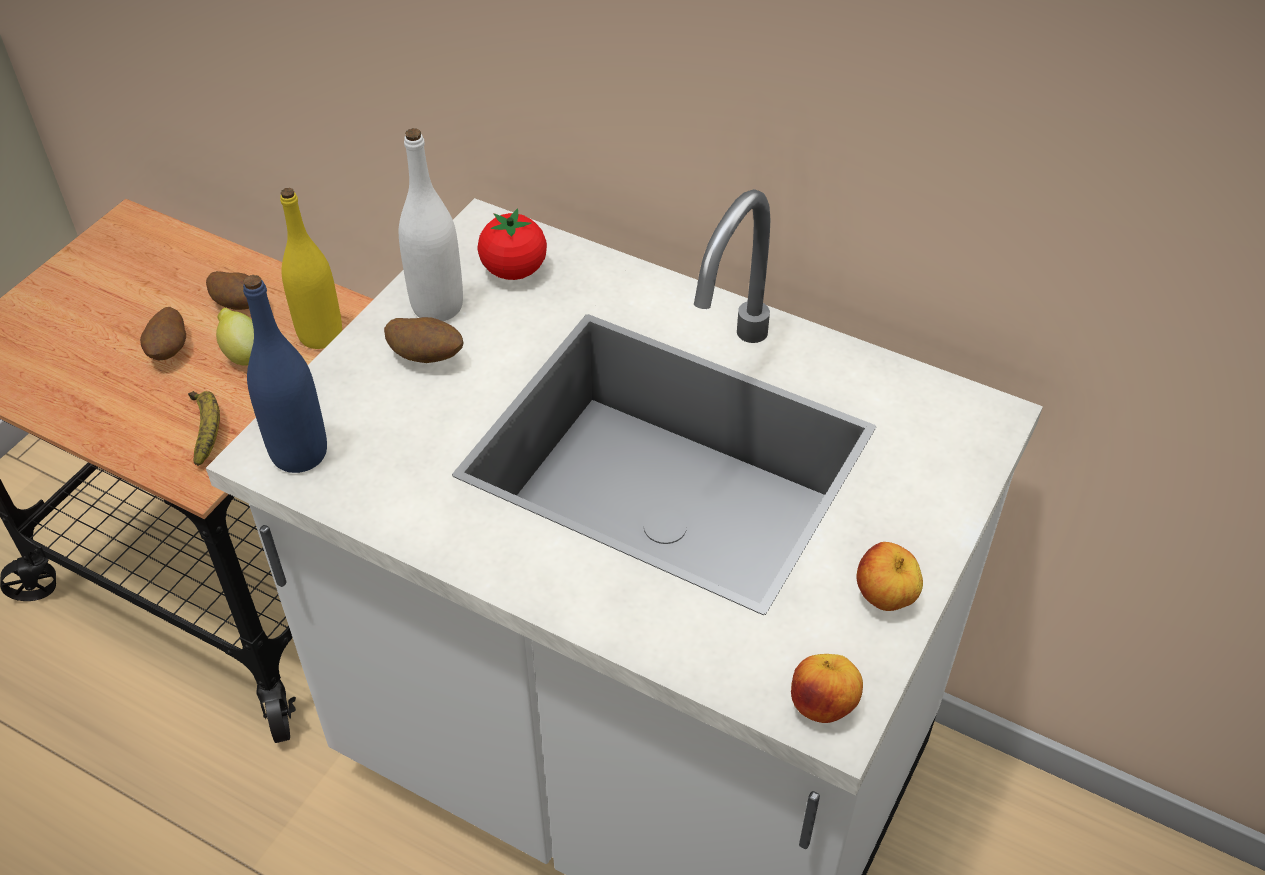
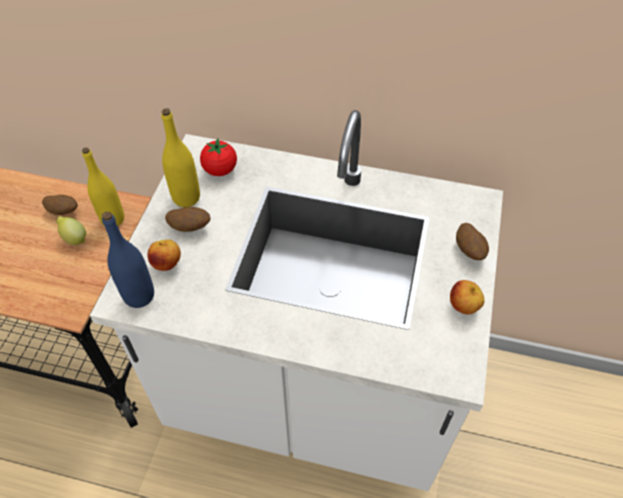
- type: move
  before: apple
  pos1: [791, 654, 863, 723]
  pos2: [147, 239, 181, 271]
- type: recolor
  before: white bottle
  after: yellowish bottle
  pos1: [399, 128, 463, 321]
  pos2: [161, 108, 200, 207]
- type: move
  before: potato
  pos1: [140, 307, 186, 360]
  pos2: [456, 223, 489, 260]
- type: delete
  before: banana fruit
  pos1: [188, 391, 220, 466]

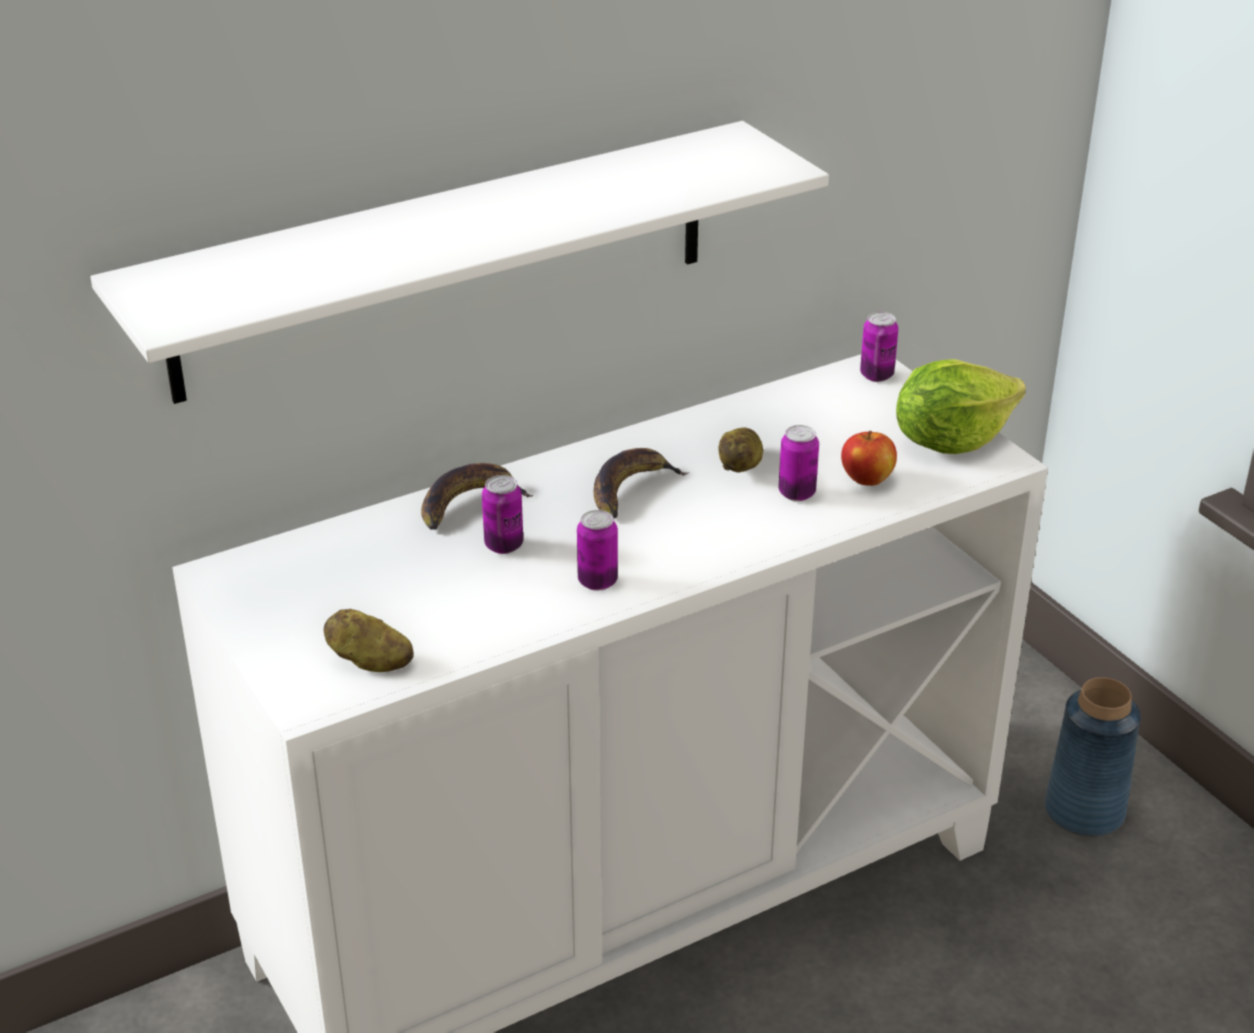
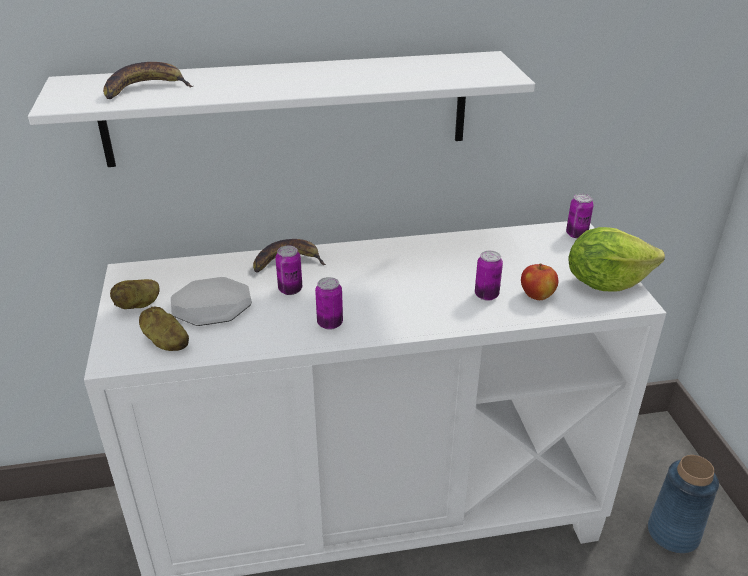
- type: move
  before: banana fruit
  pos1: [594, 448, 689, 518]
  pos2: [103, 62, 193, 99]
- type: move
  before: potato
  pos1: [718, 427, 763, 473]
  pos2: [110, 279, 160, 309]
- type: insert
  after: dinner plate
  pos2: [171, 277, 252, 326]

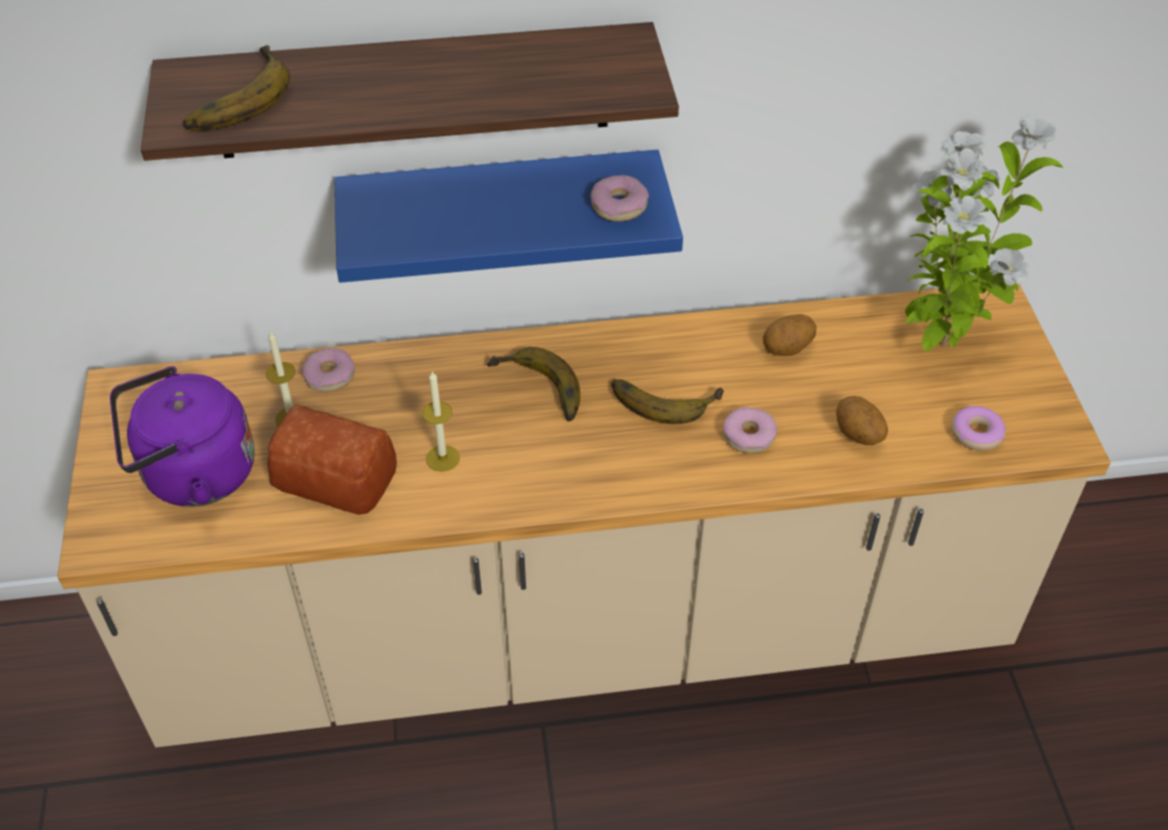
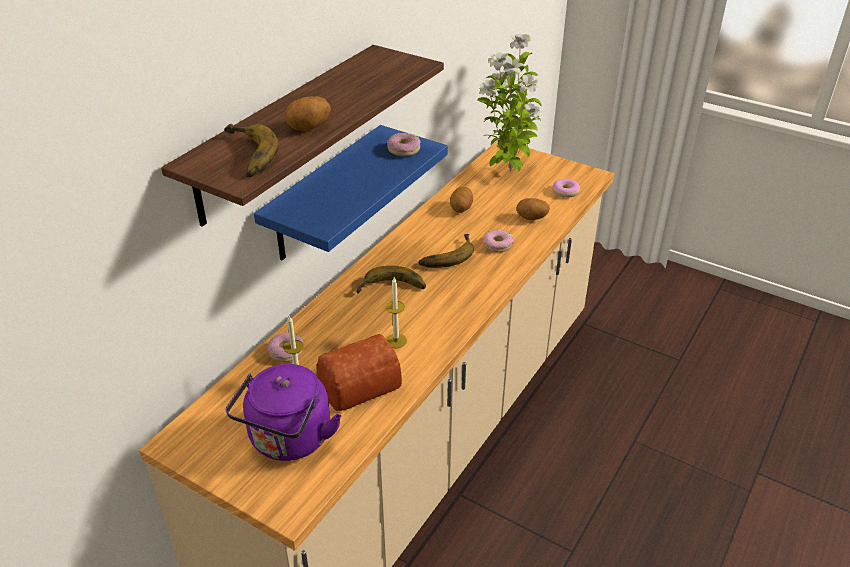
- type: insert
  after: potato
  pos2: [285, 97, 331, 131]

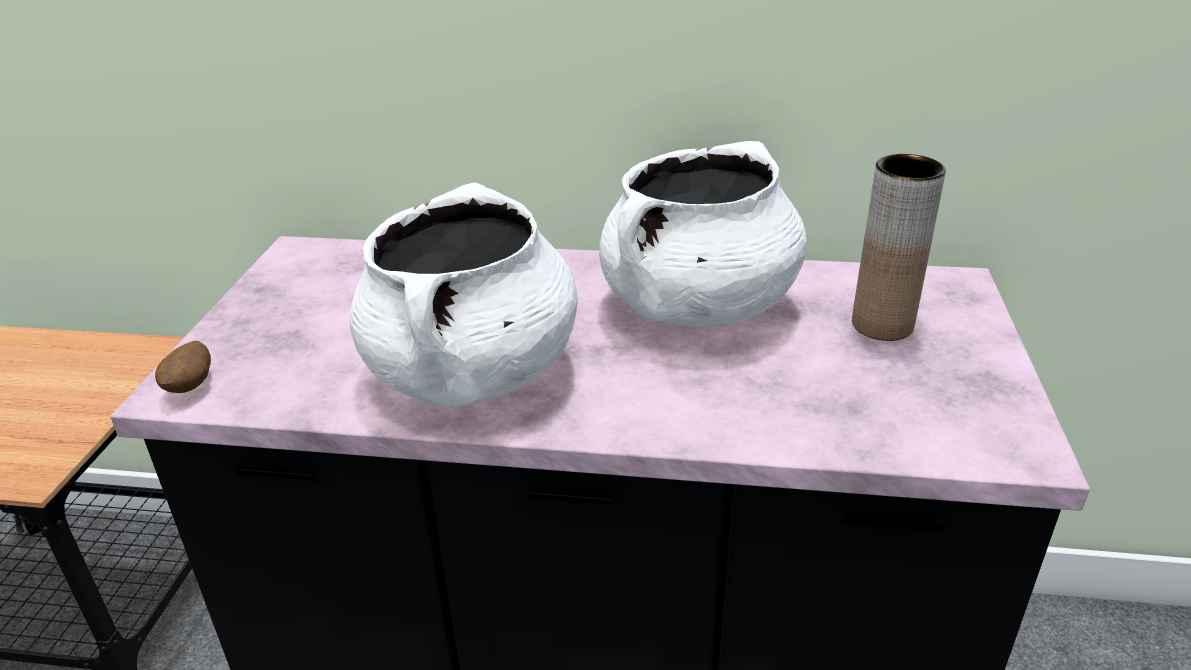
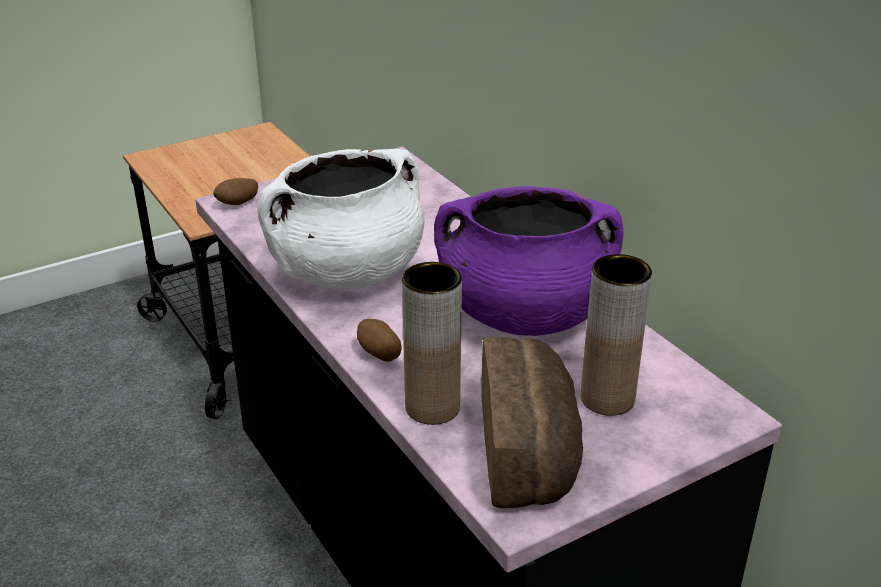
- type: insert
  after: potato
  pos2: [357, 319, 402, 362]
- type: insert
  after: brownish flower vase
  pos2: [402, 262, 462, 425]
- type: recolor
  before: white cooking pot
  after: purplish cooking pot
  pos1: [599, 141, 807, 327]
  pos2: [434, 186, 623, 336]
- type: insert
  after: bakery bread
  pos2: [481, 337, 583, 508]

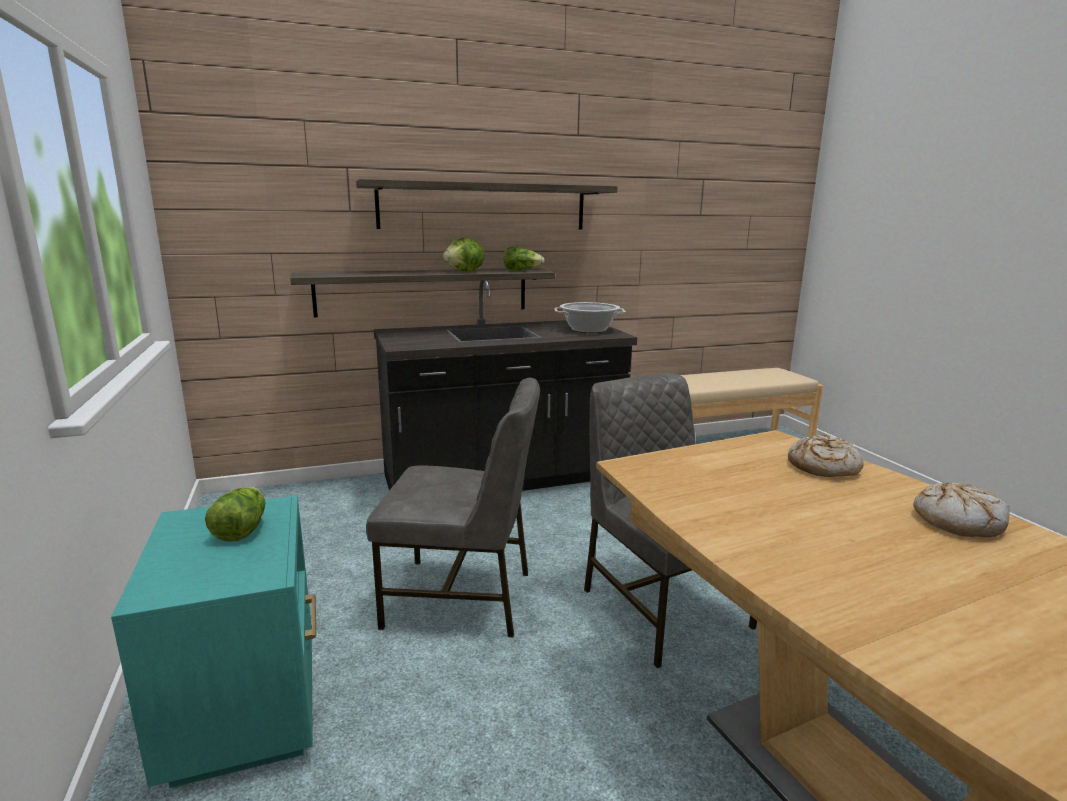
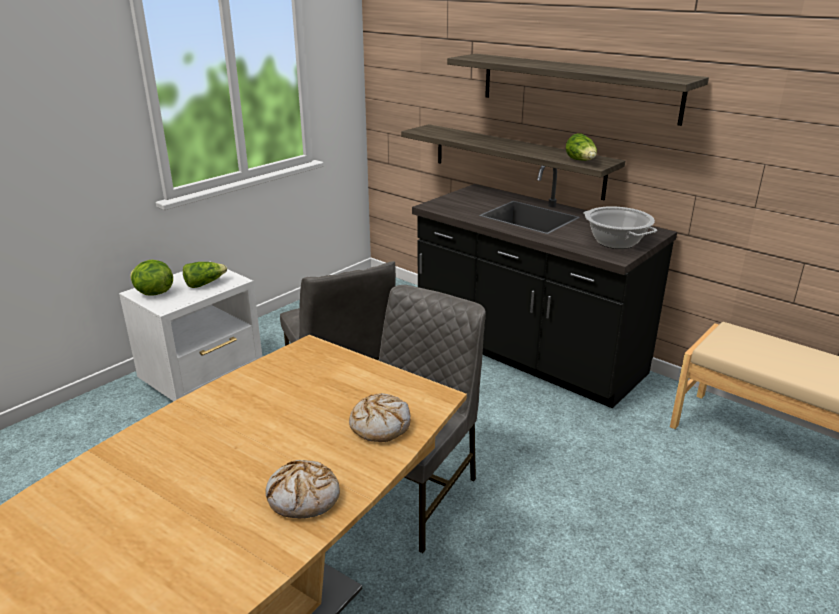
- type: recolor
  before: turquoise night table
  after: white night table
  pos1: [111, 496, 316, 788]
  pos2: [119, 269, 262, 402]
- type: move
  before: lettuce head
  pos1: [443, 238, 485, 272]
  pos2: [130, 260, 173, 295]

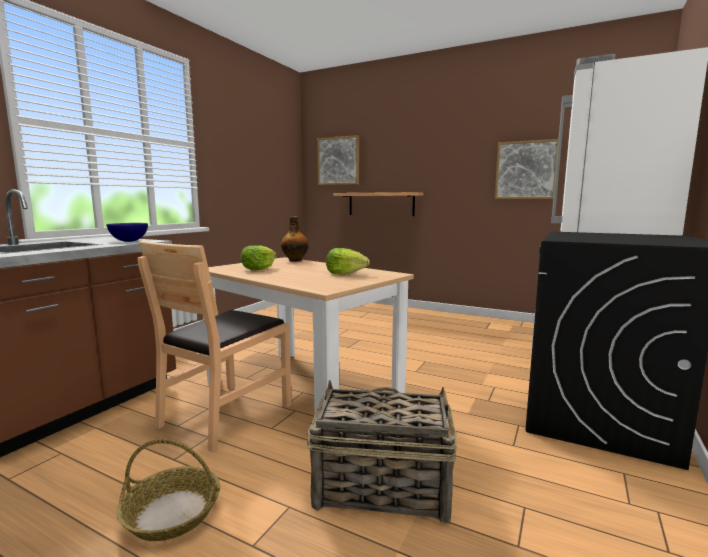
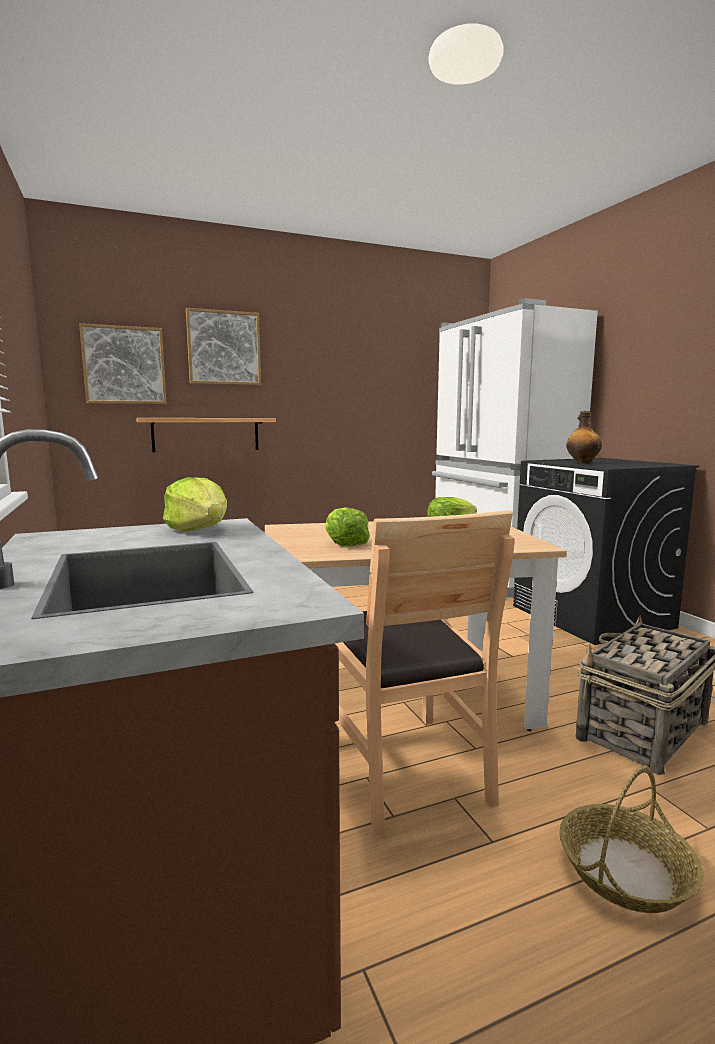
- type: replace
  before: blue serving bowl
  after: lettuce head
  pos1: [107, 223, 148, 242]
  pos2: [163, 477, 227, 532]
- type: move
  before: wall picture
  pos1: [495, 139, 558, 199]
  pos2: [186, 308, 261, 385]
- type: move
  before: bottle
  pos1: [281, 216, 309, 262]
  pos2: [567, 411, 602, 464]

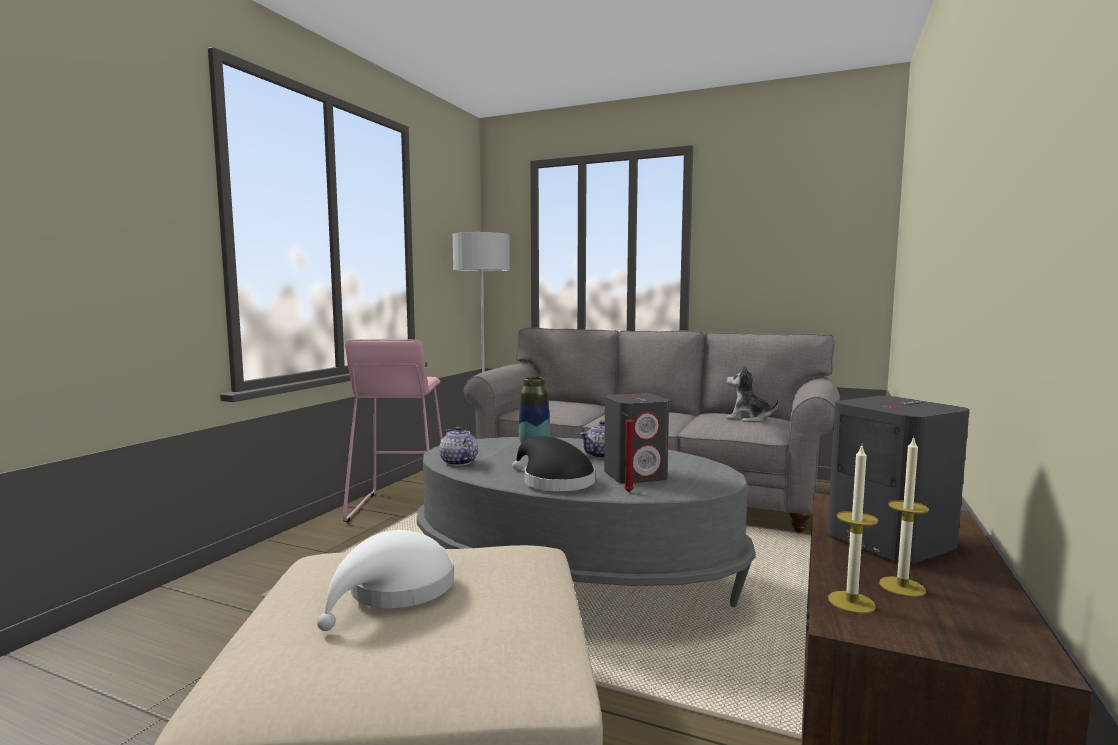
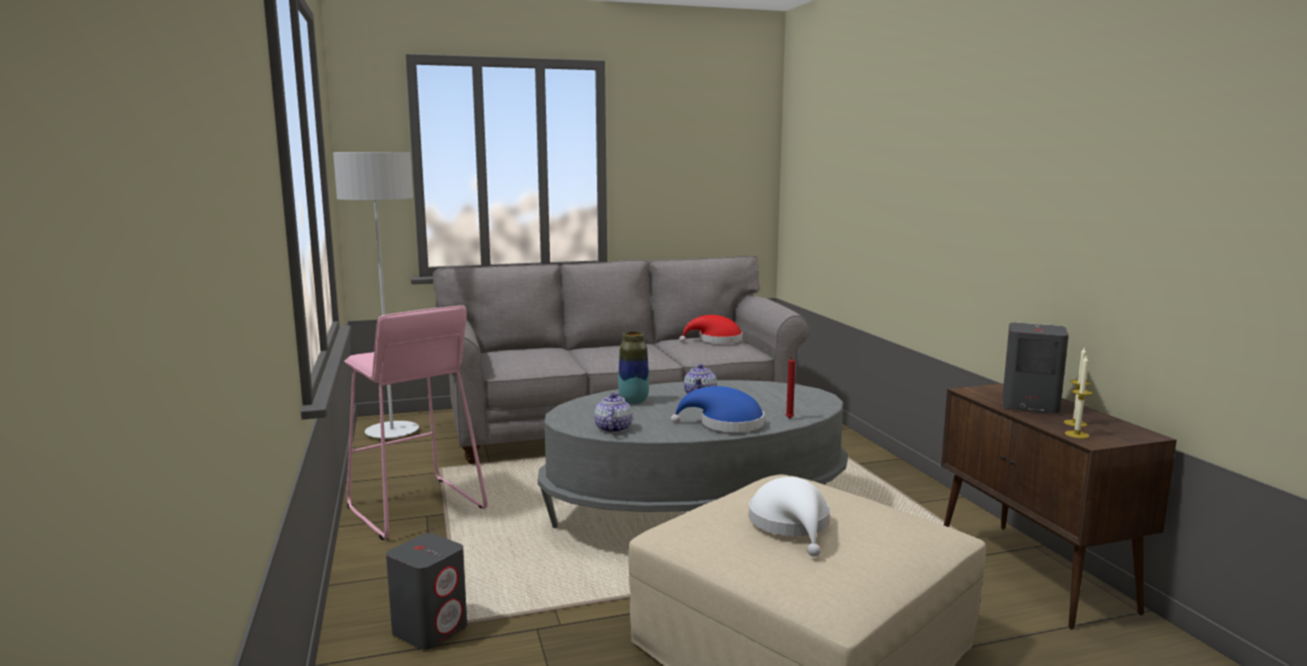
- type: move
  before: gray audio speaker
  pos1: [604, 393, 669, 484]
  pos2: [386, 533, 467, 650]
- type: rotate
  before: tea pot
  pos1: [439, 426, 478, 466]
  pos2: [594, 393, 632, 433]
  turn: 75
- type: recolor
  before: blackish hat
  after: blue hat
  pos1: [512, 436, 595, 491]
  pos2: [671, 386, 764, 432]
- type: replace
  before: soft toy
  after: reddish hat
  pos1: [726, 365, 779, 422]
  pos2: [679, 315, 742, 344]

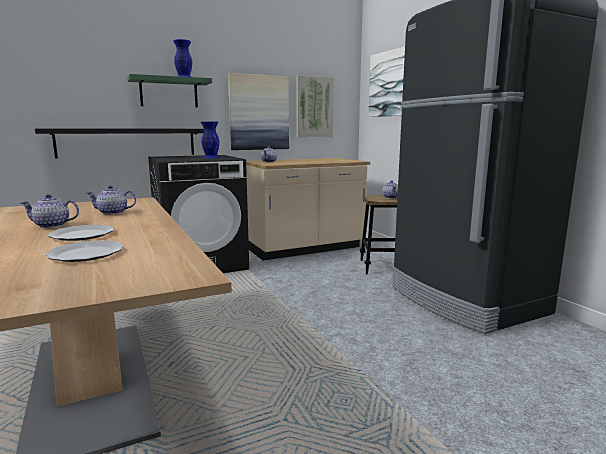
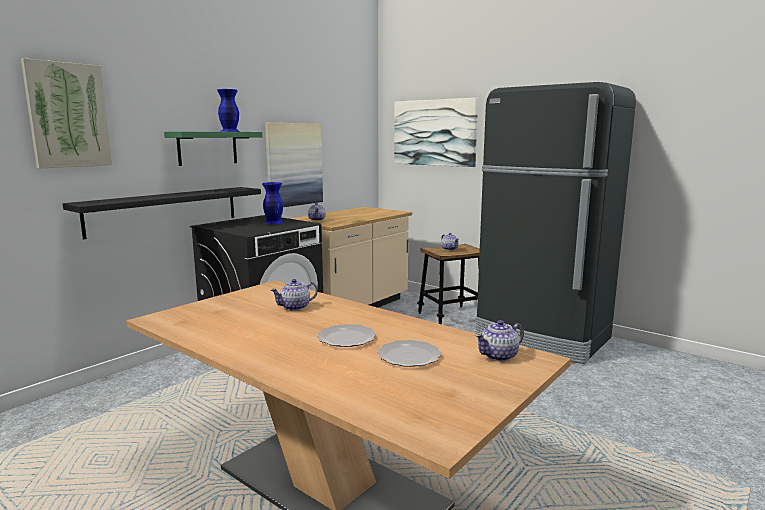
- type: move
  before: wall picture
  pos1: [296, 75, 334, 137]
  pos2: [21, 58, 112, 169]
- type: move
  before: tea pot
  pos1: [21, 194, 79, 228]
  pos2: [475, 320, 524, 361]

